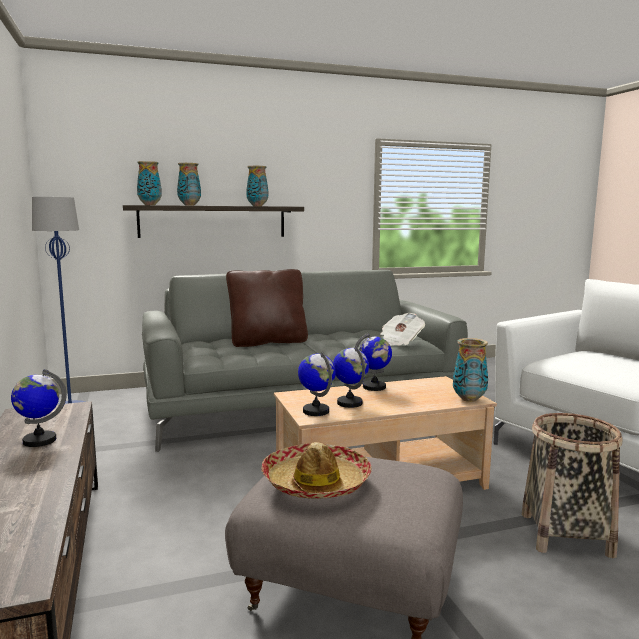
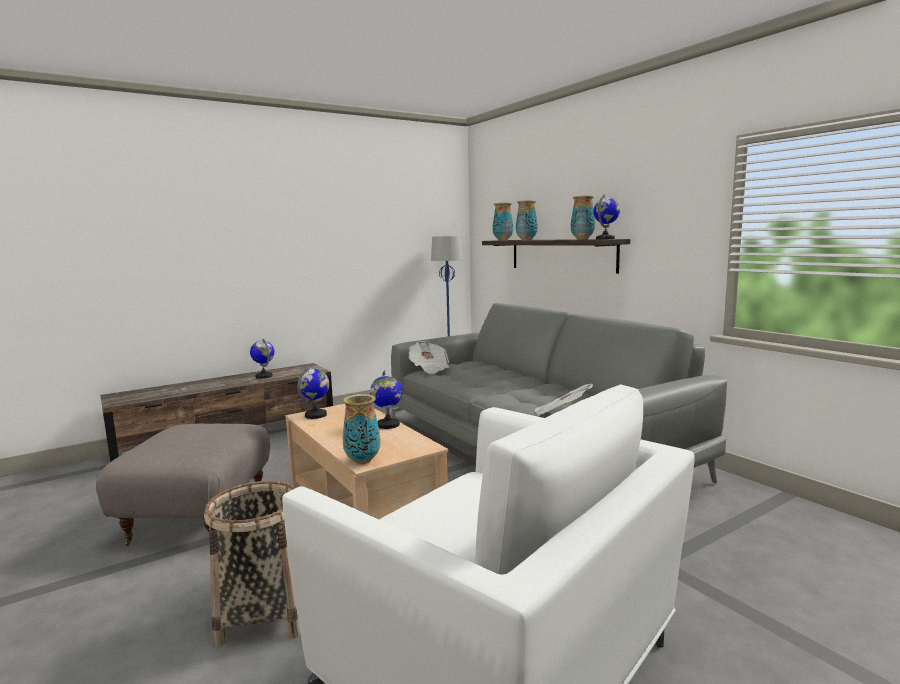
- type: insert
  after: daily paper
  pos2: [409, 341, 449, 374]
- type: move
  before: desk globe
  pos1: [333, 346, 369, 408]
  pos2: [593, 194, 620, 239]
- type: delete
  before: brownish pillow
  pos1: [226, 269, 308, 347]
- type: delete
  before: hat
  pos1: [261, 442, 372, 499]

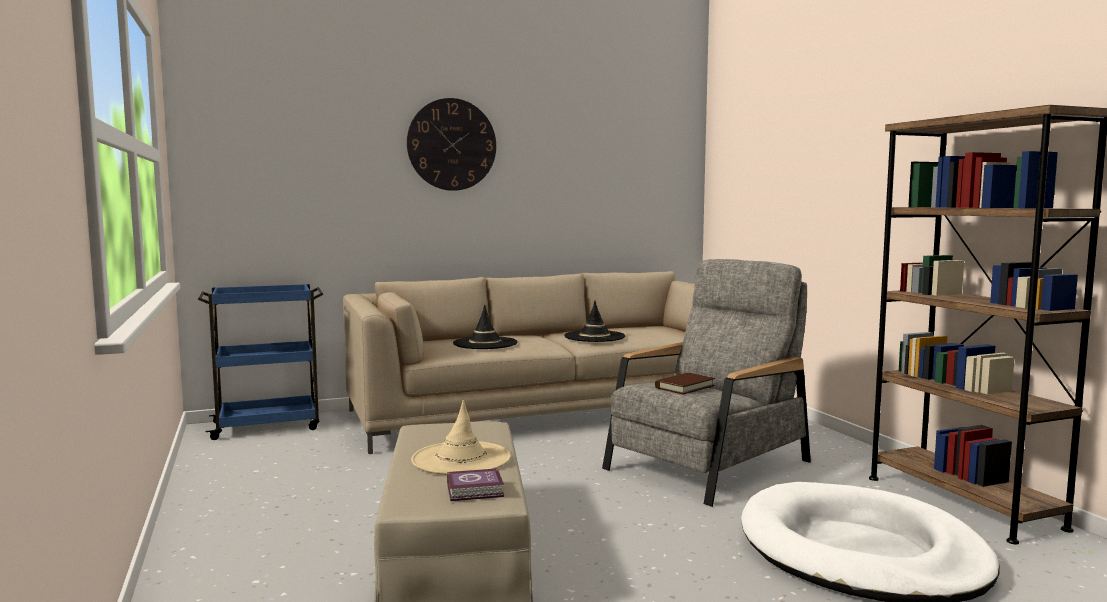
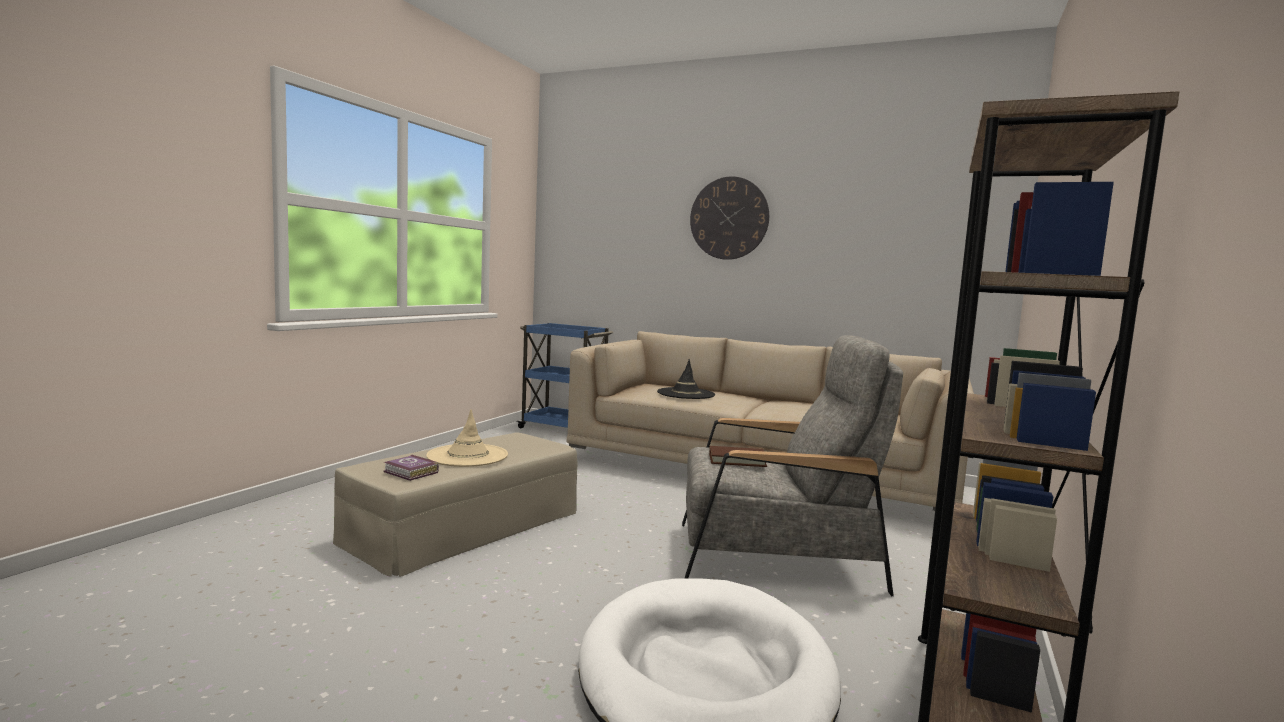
- type: delete
  before: blackish hat
  pos1: [564, 301, 626, 342]

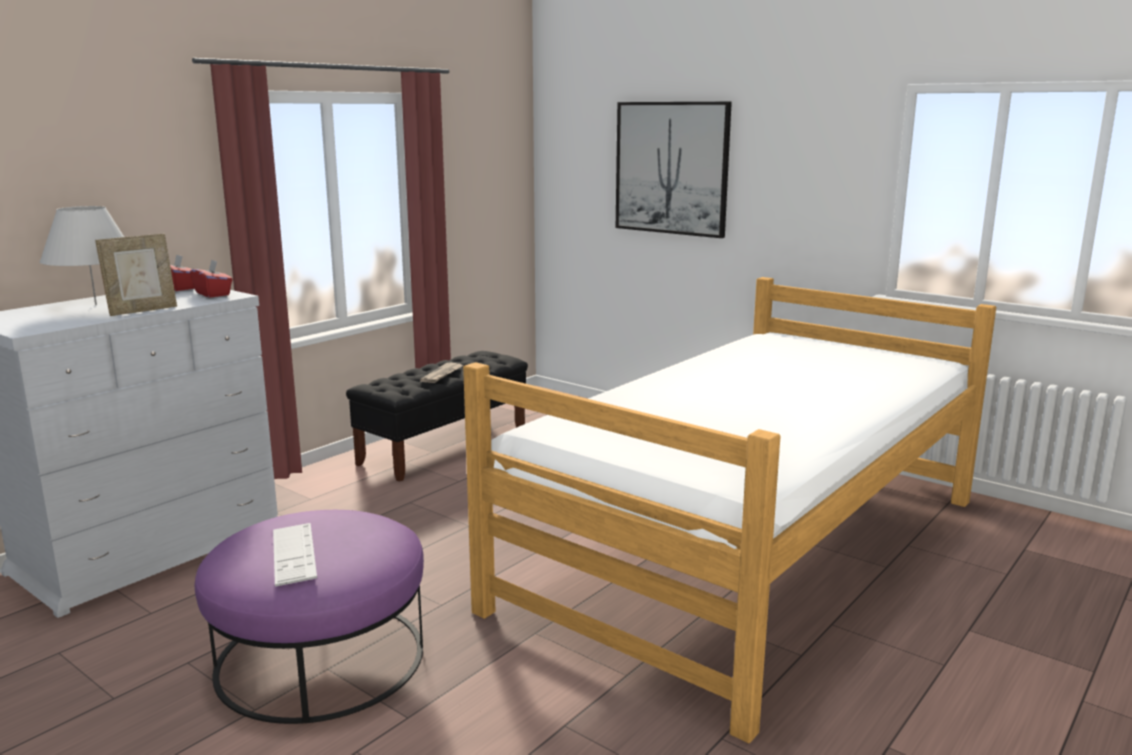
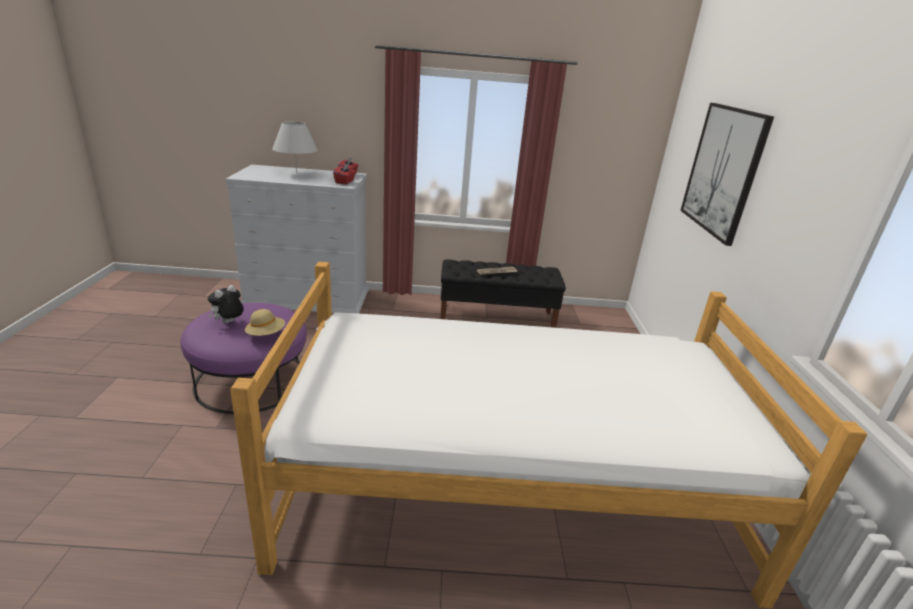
- type: replace
  before: PC keyboard
  after: soft toy
  pos1: [273, 523, 317, 587]
  pos2: [208, 285, 244, 323]
- type: insert
  after: sand-coloured hat
  pos2: [245, 309, 285, 336]
- type: delete
  before: picture frame
  pos1: [95, 234, 177, 316]

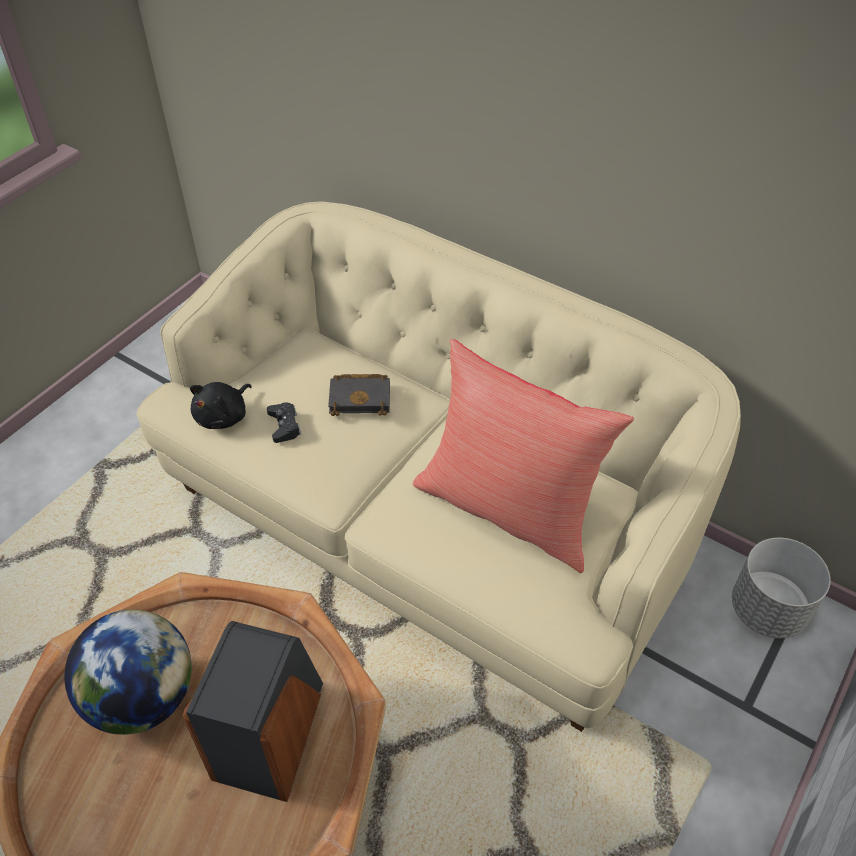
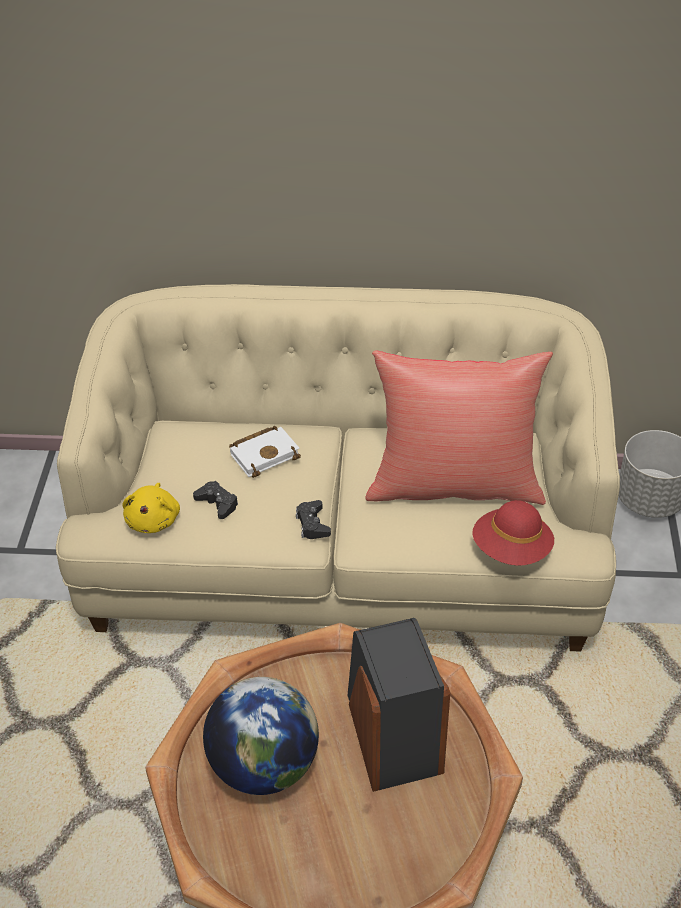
- type: recolor
  before: blackish soft toy
  after: yellowish soft toy
  pos1: [190, 382, 252, 429]
  pos2: [122, 483, 180, 533]
- type: recolor
  before: blackish book
  after: white book
  pos1: [328, 374, 390, 416]
  pos2: [229, 426, 301, 478]
- type: insert
  after: blackish gamepad
  pos2: [296, 500, 331, 539]
- type: insert
  after: reddish hat
  pos2: [472, 500, 554, 566]

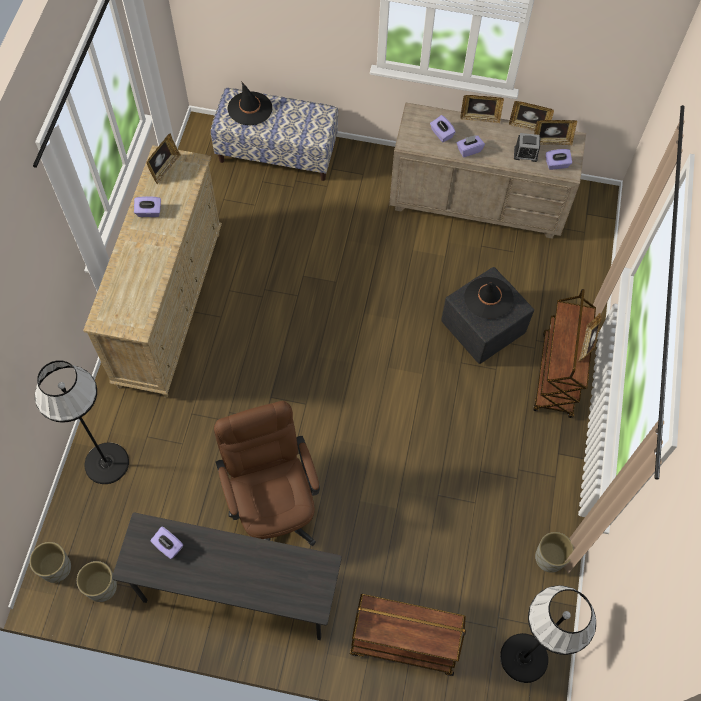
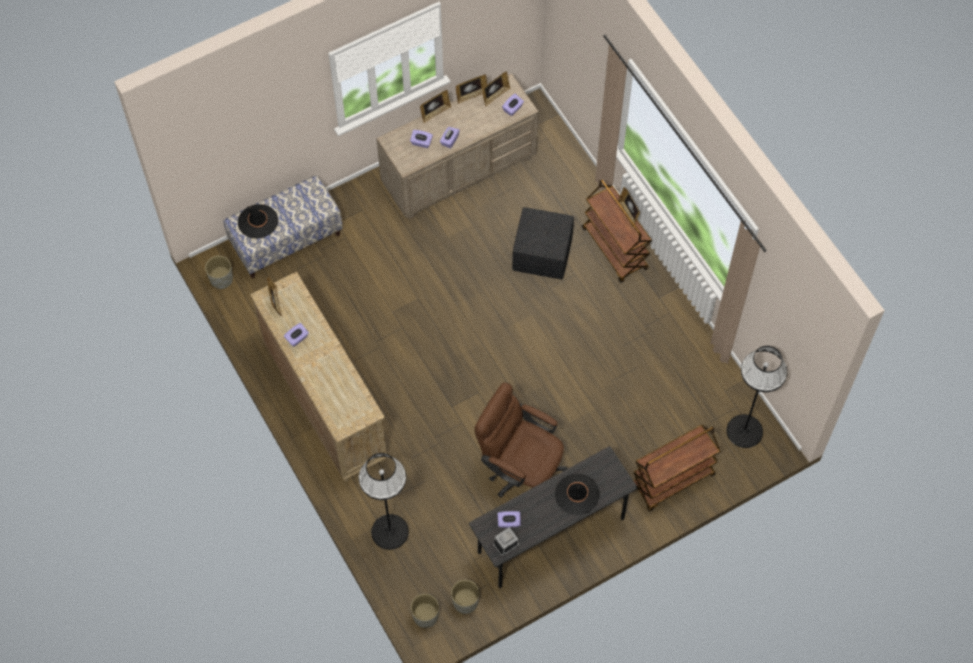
- type: move
  before: gray planter
  pos1: [535, 532, 574, 573]
  pos2: [205, 256, 233, 289]
- type: move
  before: alarm clock
  pos1: [514, 133, 541, 162]
  pos2: [494, 527, 519, 556]
- type: move
  before: blackish hat
  pos1: [464, 277, 514, 319]
  pos2: [555, 473, 600, 515]

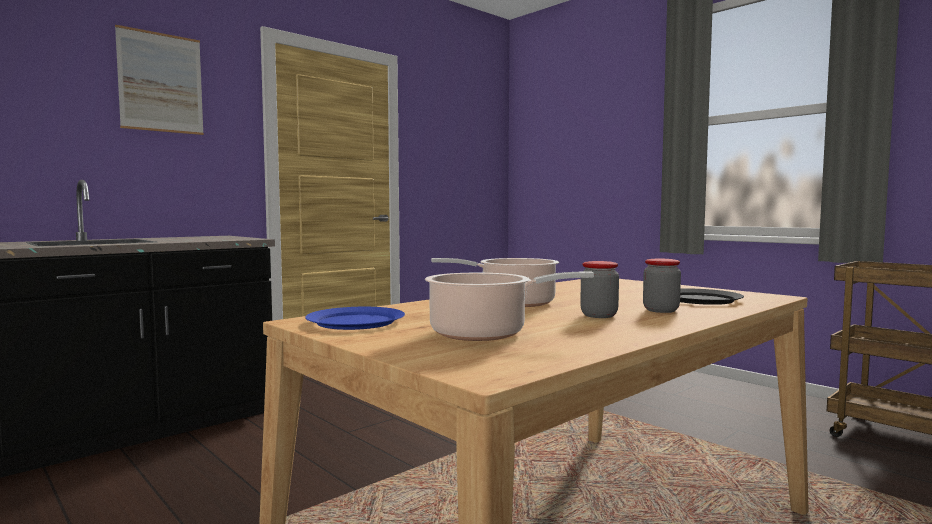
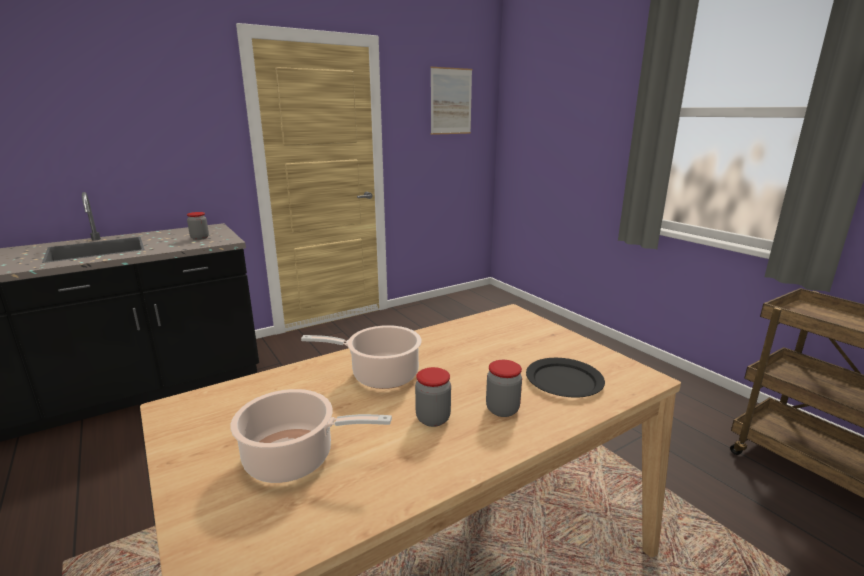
- type: insert
  after: preserve jar
  pos2: [187, 212, 209, 240]
- type: move
  before: wall picture
  pos1: [115, 25, 204, 135]
  pos2: [431, 67, 472, 135]
- type: delete
  before: blue dinner plate
  pos1: [305, 307, 405, 330]

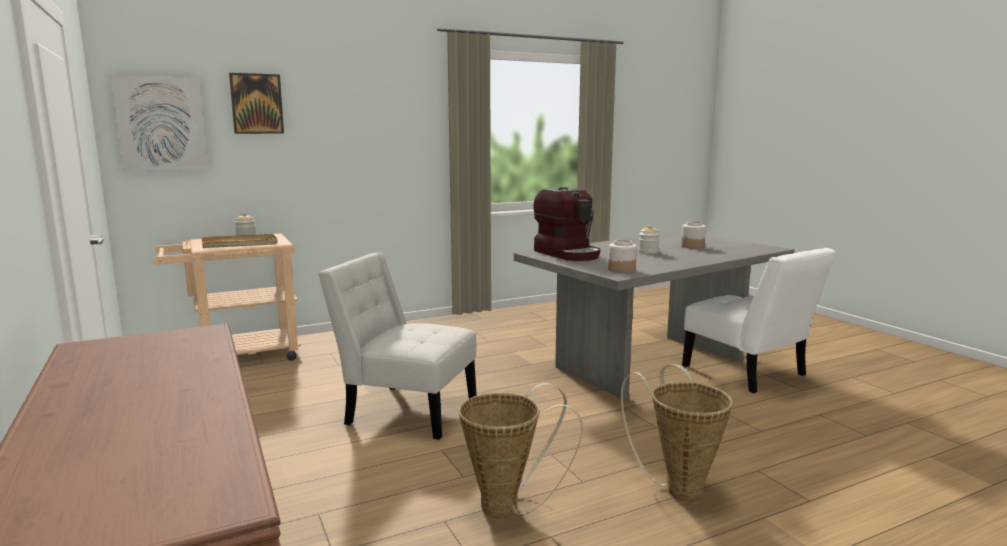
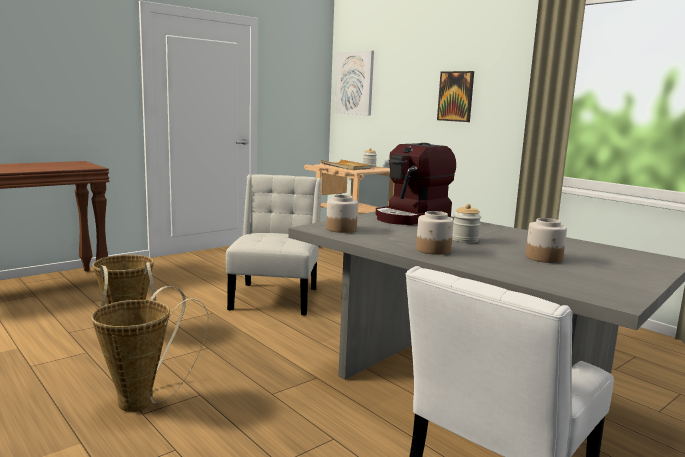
- type: insert
  after: preserve jar
  pos2: [416, 211, 454, 255]
- type: move
  before: wall picture
  pos1: [229, 73, 284, 134]
  pos2: [437, 71, 474, 122]

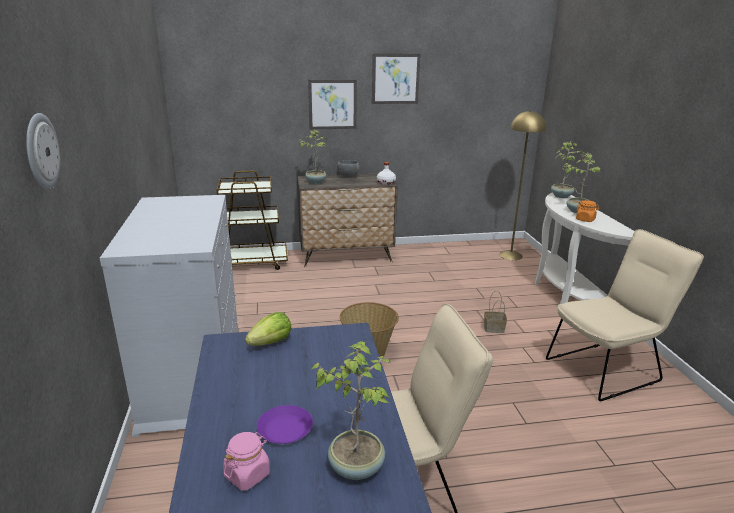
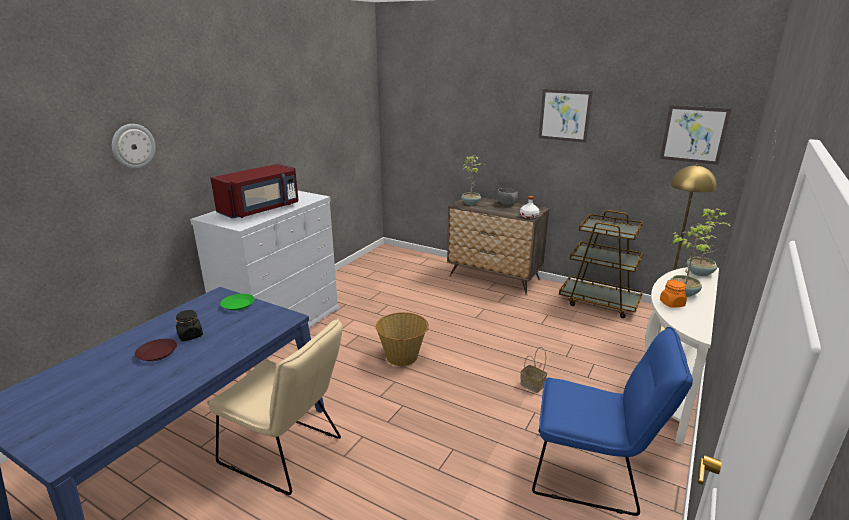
- type: recolor
  before: purplish dinner plate
  after: brownish dinner plate
  pos1: [257, 405, 313, 444]
  pos2: [135, 339, 177, 361]
- type: insert
  after: blackish preserve jar
  pos2: [176, 310, 203, 341]
- type: insert
  after: reddish microwave oven
  pos2: [211, 164, 299, 219]
- type: replace
  before: lettuce head
  after: green dinner plate
  pos1: [245, 312, 292, 346]
  pos2: [220, 294, 254, 311]
- type: recolor
  before: sand-coloured chair
  after: blue chair
  pos1: [546, 229, 704, 401]
  pos2: [532, 327, 693, 516]
- type: move
  before: brownish trolley
  pos1: [216, 171, 288, 270]
  pos2: [559, 210, 643, 318]
- type: move
  before: wall picture
  pos1: [308, 80, 357, 129]
  pos2: [660, 105, 731, 165]
- type: delete
  before: pink-coloured preserve jar
  pos1: [223, 432, 270, 491]
- type: delete
  before: houseplant
  pos1: [311, 341, 392, 480]

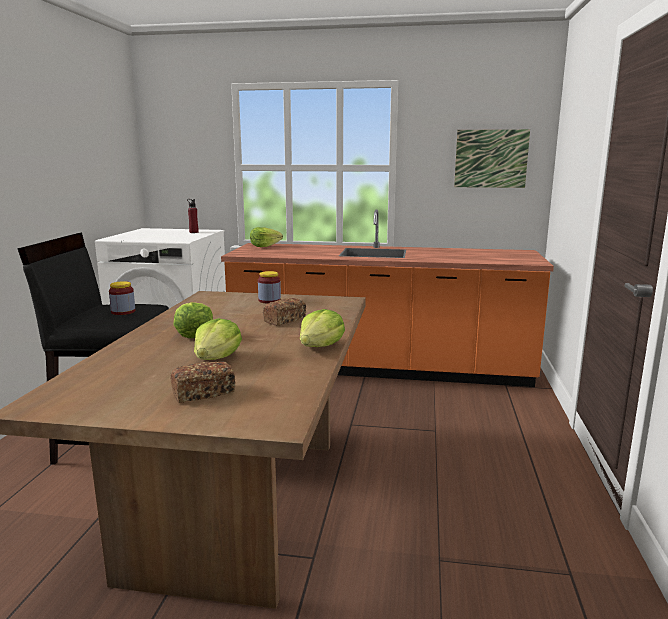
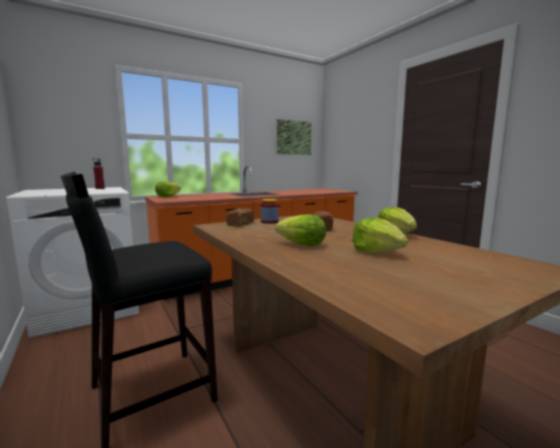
- type: move
  before: bakery bread
  pos1: [170, 361, 236, 403]
  pos2: [226, 208, 254, 227]
- type: delete
  before: preserve jar
  pos1: [109, 281, 135, 315]

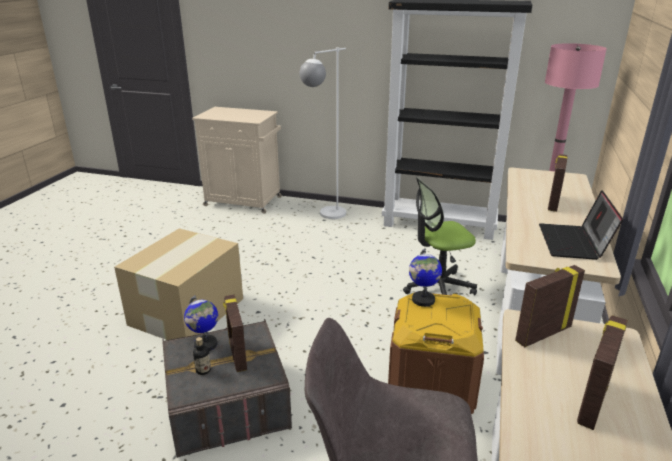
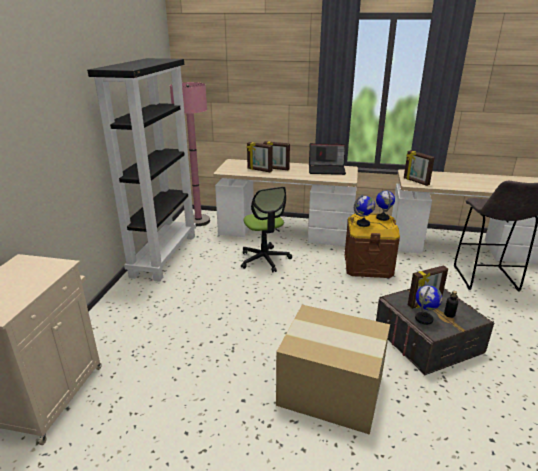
- type: move
  before: picture frame
  pos1: [577, 315, 628, 430]
  pos2: [247, 142, 272, 172]
- type: insert
  after: desk globe
  pos2: [376, 190, 395, 221]
- type: delete
  before: white floor lamp
  pos1: [299, 47, 346, 219]

